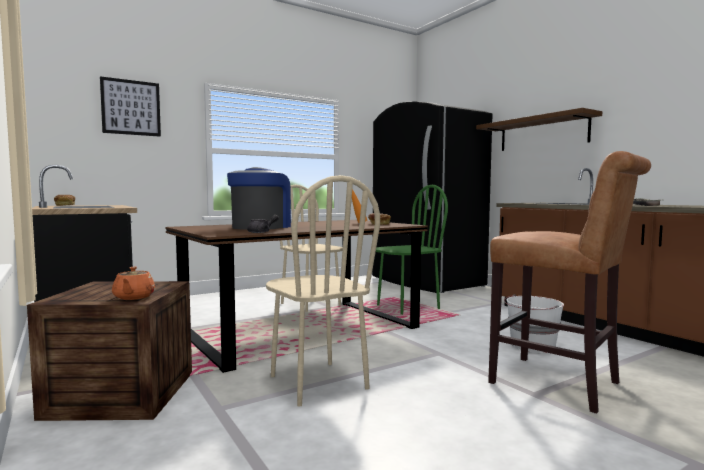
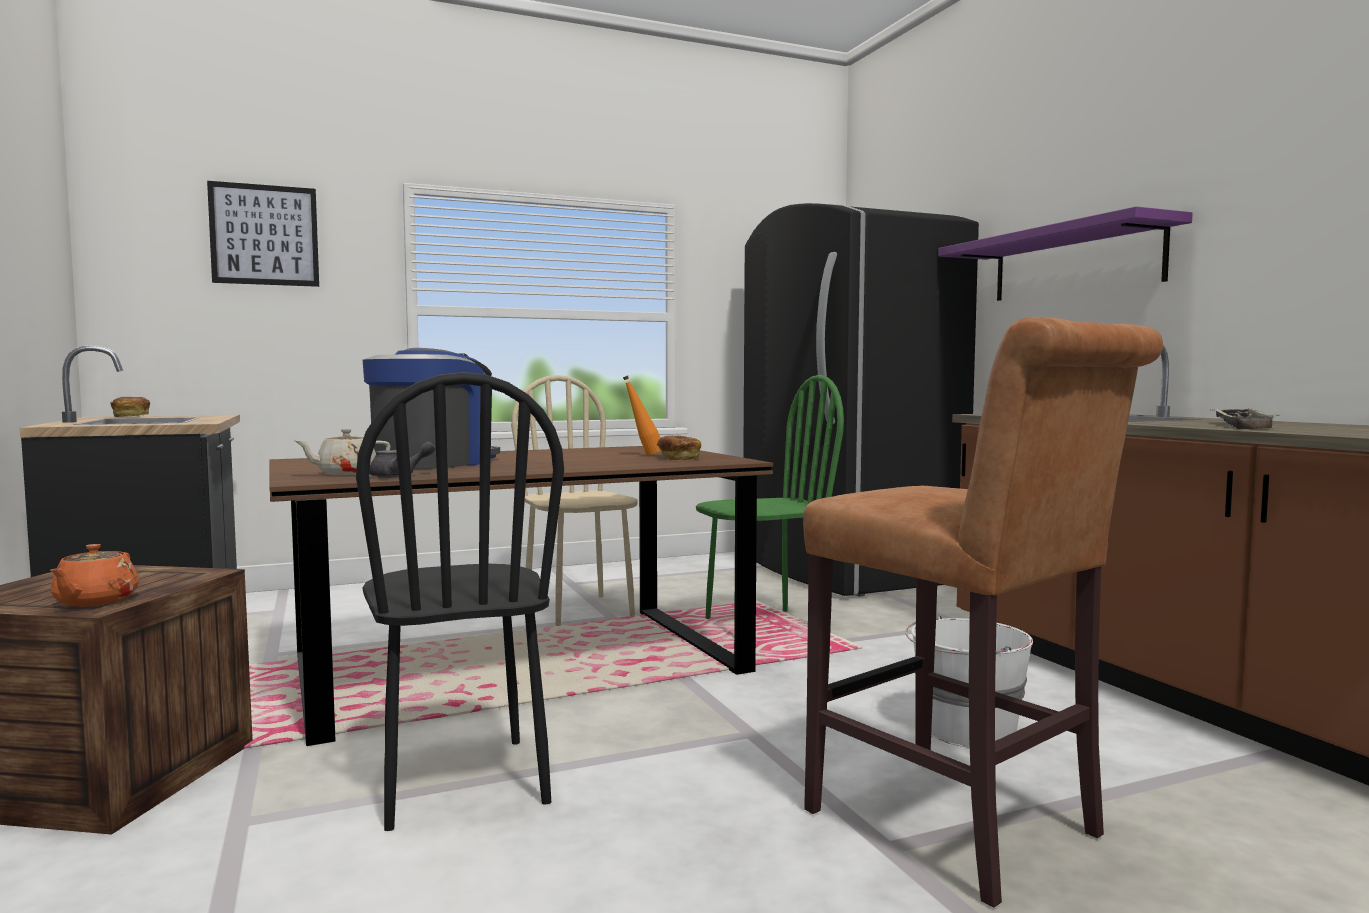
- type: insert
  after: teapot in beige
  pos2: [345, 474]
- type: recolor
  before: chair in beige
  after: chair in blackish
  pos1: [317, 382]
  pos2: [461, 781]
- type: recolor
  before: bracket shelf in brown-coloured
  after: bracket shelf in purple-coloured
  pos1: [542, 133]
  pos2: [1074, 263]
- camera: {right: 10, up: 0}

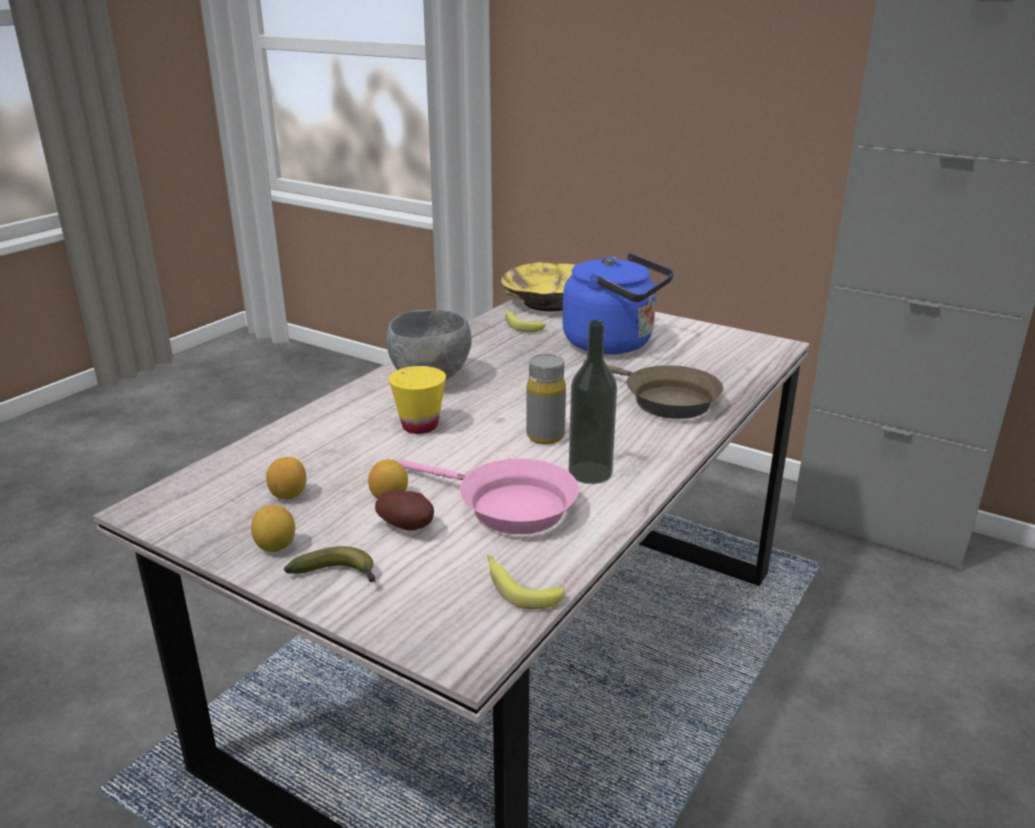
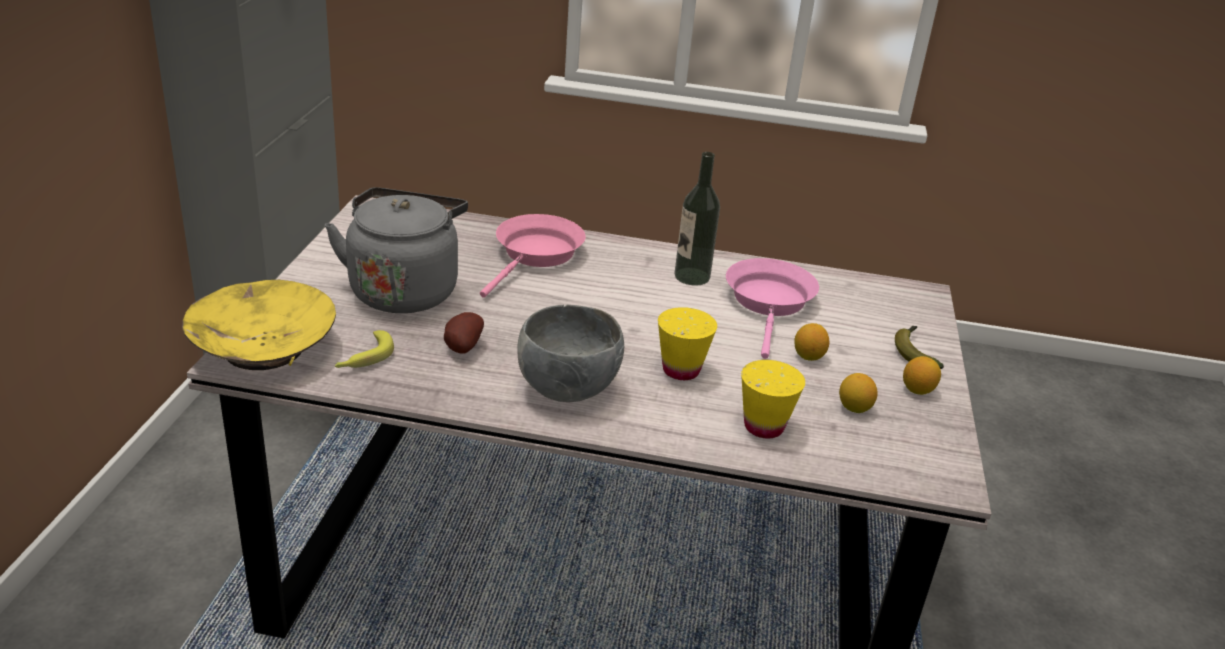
- type: delete
  before: whole banana
  pos1: [518, 587]
- type: delete
  before: bottle in grey
  pos1: [545, 436]
- type: insert
  after: drinking cup in yellow
  pos2: [763, 427]
- type: move
  before: whole potato
  pos1: [408, 527]
  pos2: [461, 347]
- type: recolor
  before: tea kettle in bluish
  after: tea kettle in grey
  pos1: [614, 344]
  pos2: [404, 290]
- type: recolor
  before: frying pan in brown-coloured
  after: frying pan in pink-coloured
  pos1: [664, 400]
  pos2: [536, 255]
- camera: {right: -115, up: 5}

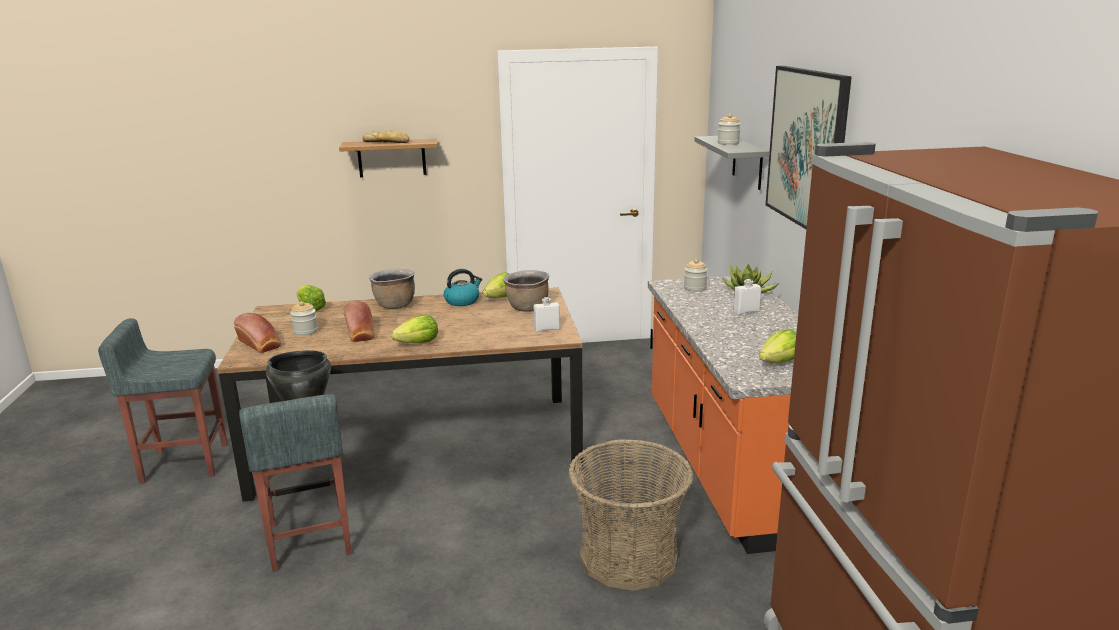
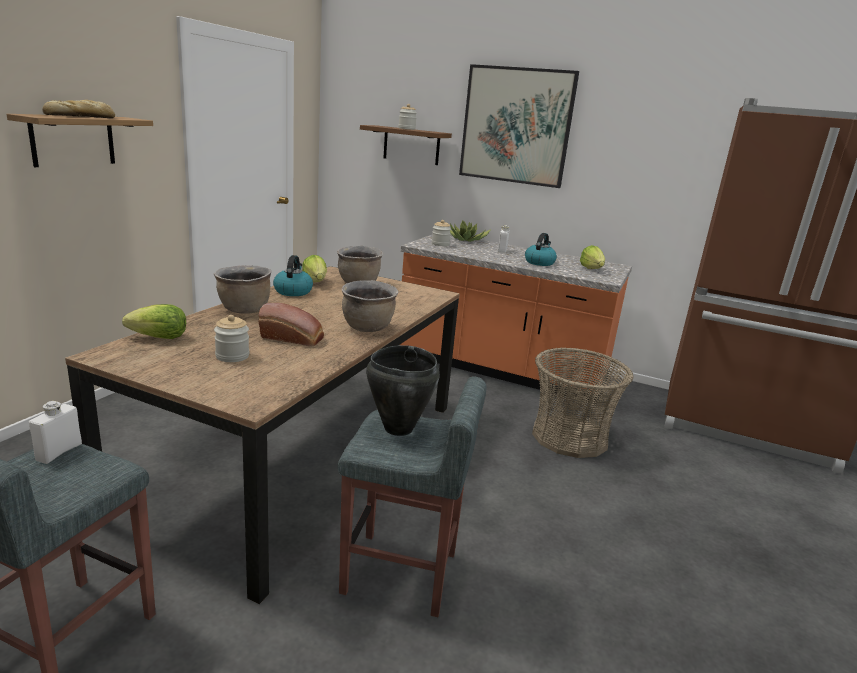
- type: delete
  before: baked bread
  pos1: [260, 344]
- type: insert
  after: tea kettle
  pos2: [539, 262]
- type: move
  before: bottle in white-coloured
  pos1: [547, 329]
  pos2: [59, 452]
- type: replace
  before: lettuce
  after: saucepot in brown-coloured
  pos1: [418, 343]
  pos2: [368, 328]
- type: recolor
  before: bracket shelf in grey
  after: bracket shelf in brown-coloured
  pos1: [747, 162]
  pos2: [411, 145]
- camera: {right: -60, up: 0}

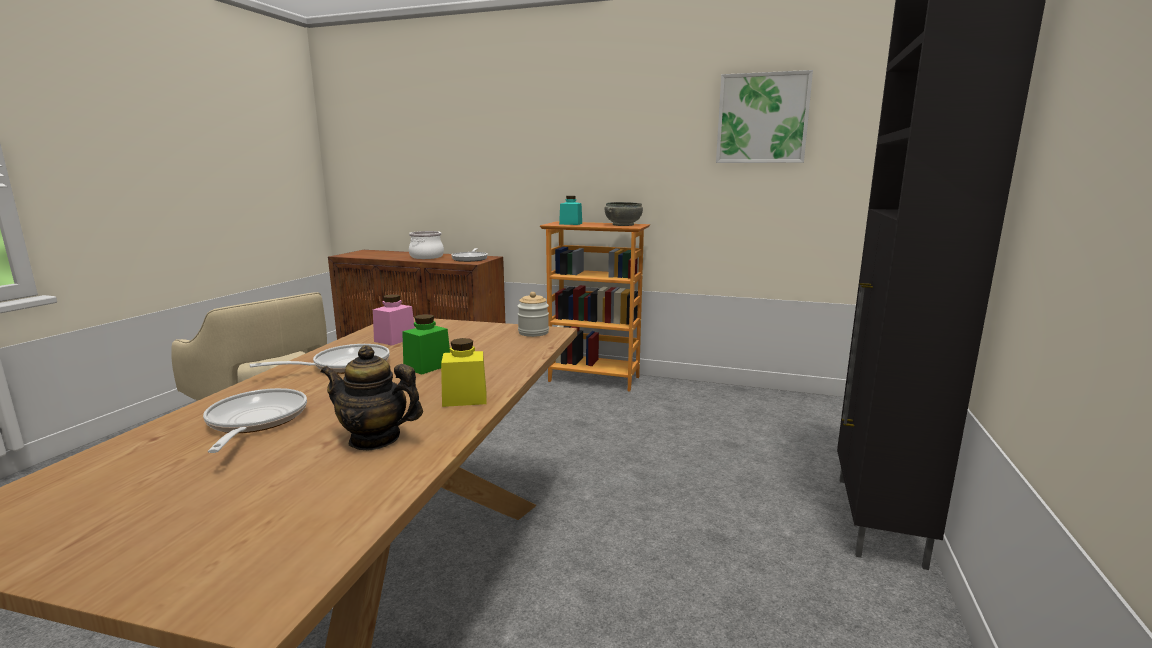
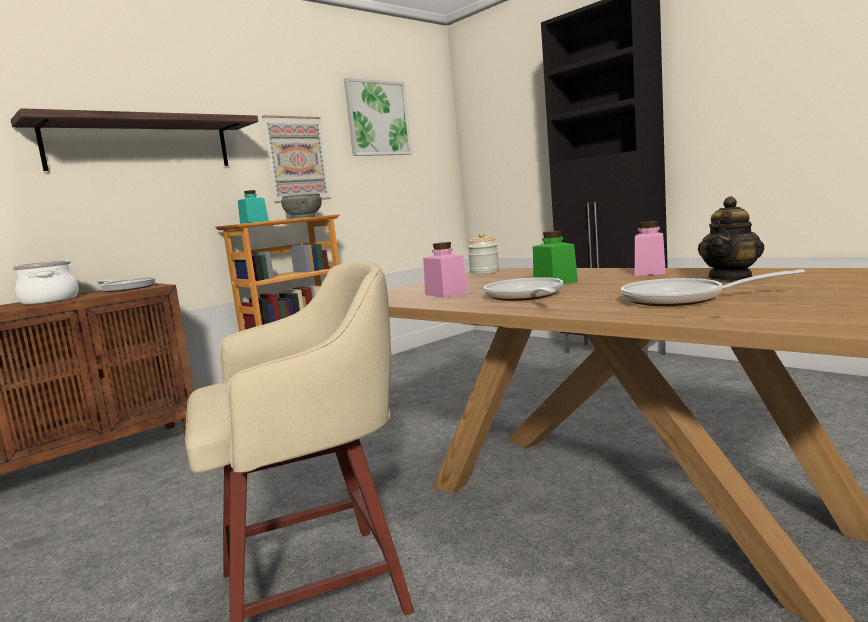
- type: insert
  after: bracket shelf
  pos2: [140, 145]
- type: insert
  after: wall picture
  pos2: [296, 159]
- type: recolor
  before: jar in yellow
  after: jar in pink-coloured
  pos1: [465, 398]
  pos2: [650, 272]
- camera: {right: -60, up: -5}

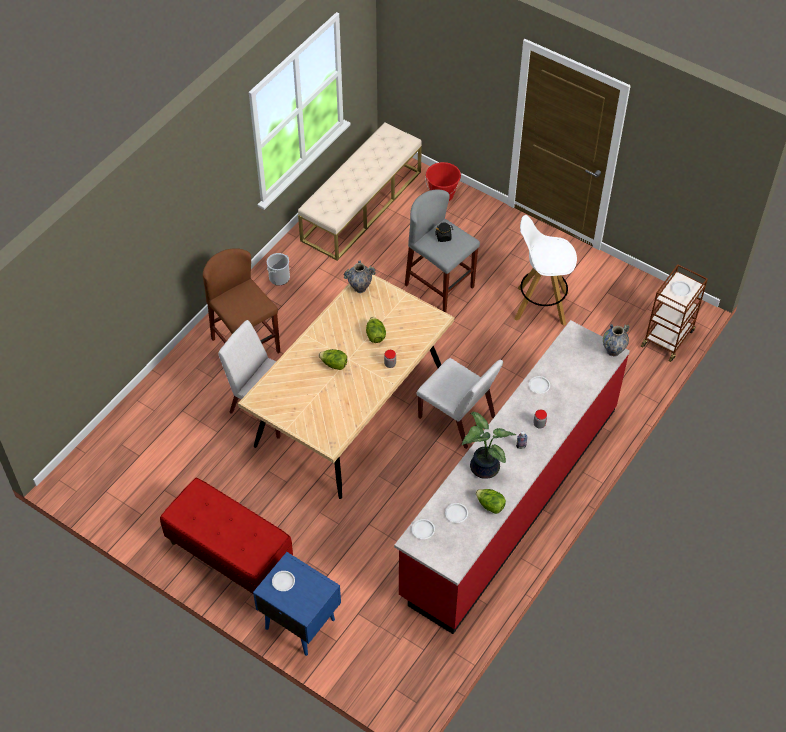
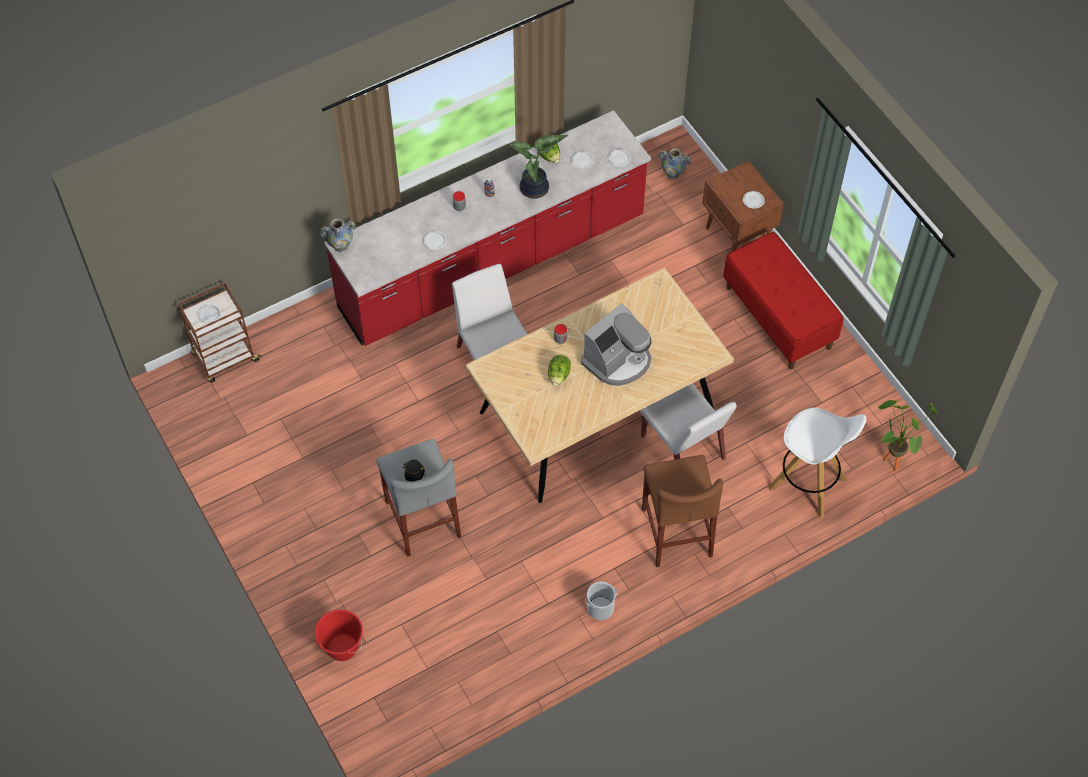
- type: delete
  before: bench in beige
  pos1: [361, 205]
- type: insert
  after: plant in a pot
  pos2: [892, 458]
- type: move
  before: decorative vase
  pos1: [360, 288]
  pos2: [672, 174]
- type: move
  before: sitting stool in white-coloured
  pos1: [540, 305]
  pos2: [808, 484]
- type: replace
  before: lettuce
  after: coffee brewer
  pos1: [334, 364]
  pos2: [618, 361]
- type: recolor
  before: nightstand in bluish
  after: nightstand in brown-coloured
  pos1: [299, 622]
  pos2: [738, 236]
- camera: {right: -155, up: 5}

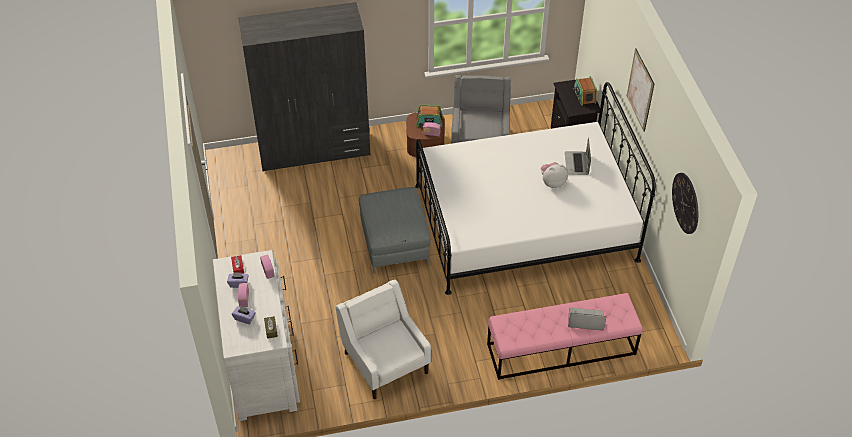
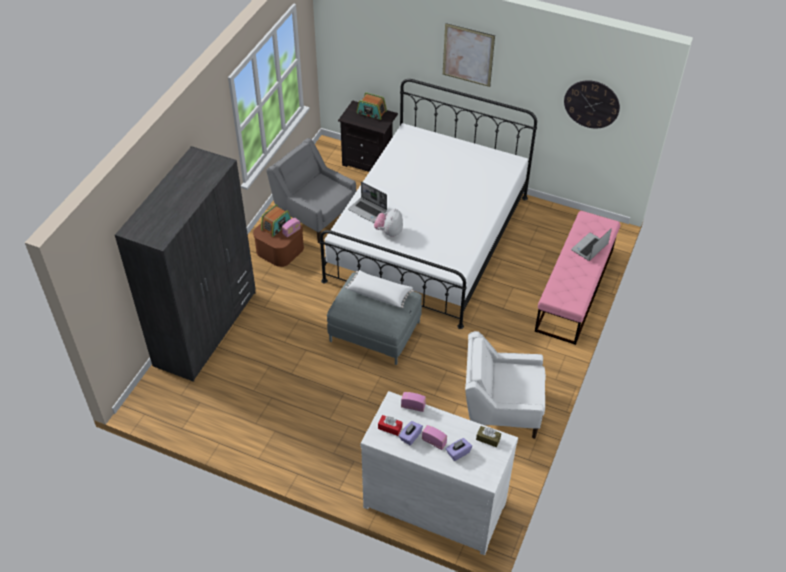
- type: insert
  after: cushion in white-coloured
  pos2: [379, 293]
- type: move
  before: soft toy
  pos1: [552, 182]
  pos2: [389, 232]
- type: move
  before: laptop
  pos1: [577, 164]
  pos2: [368, 210]
- camera: {right: -55, up: 0}

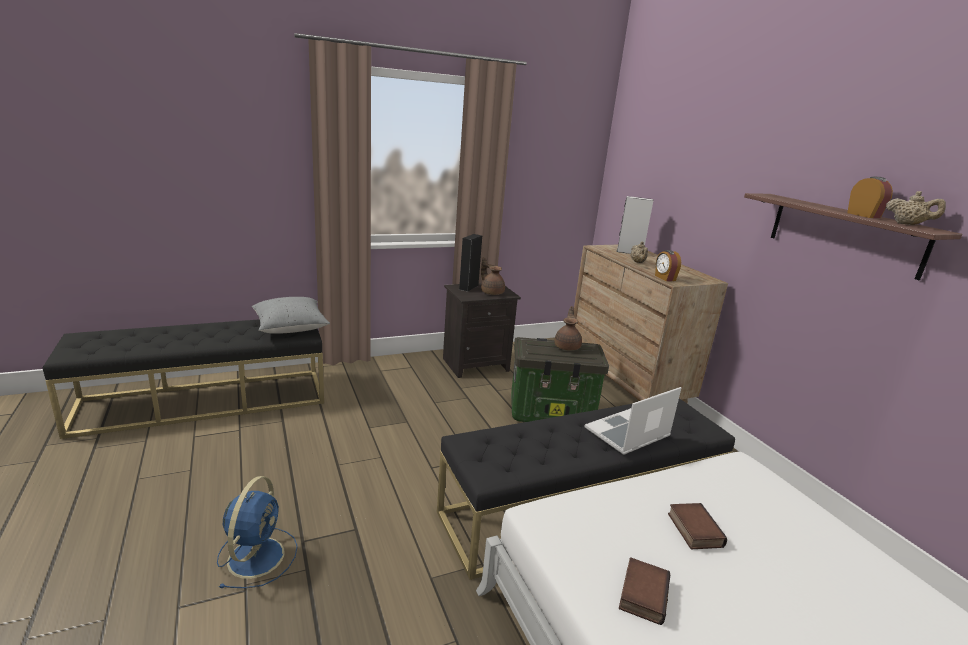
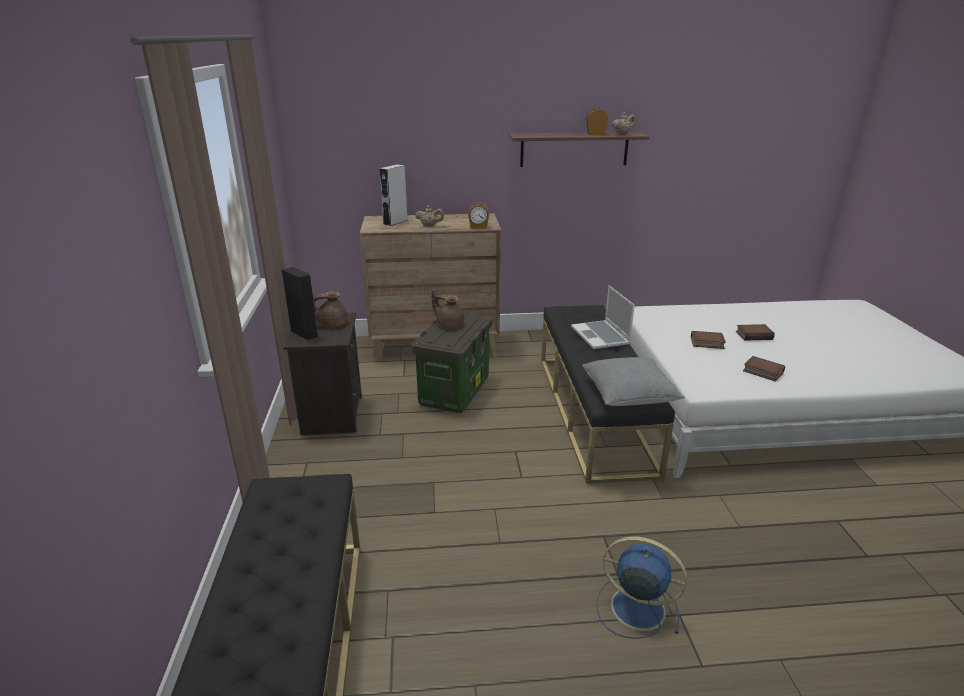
- type: insert
  after: book
  pos2: [754, 335]
- type: move
  before: cushion in grey
  pos1: [290, 328]
  pos2: [629, 395]
- camera: {right: -70, up: 5}

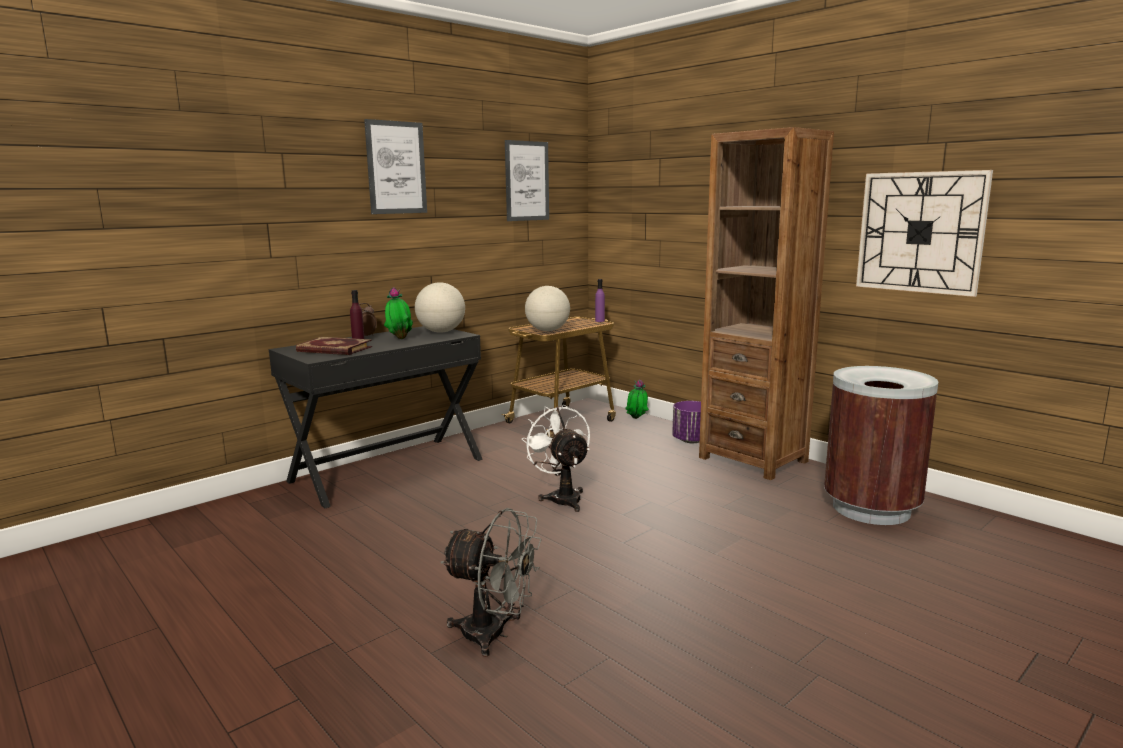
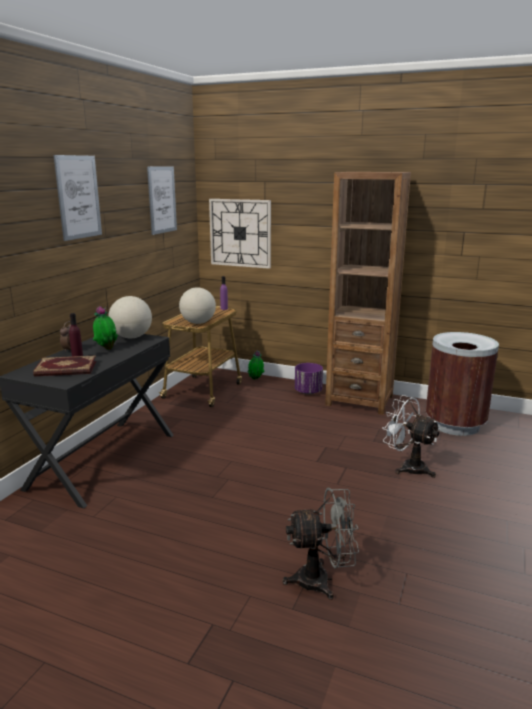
- type: move
  before: cooling fan in white-coloured
  pos1: [562, 497]
  pos2: [407, 467]
- type: move
  before: wall clock
  pos1: [920, 232]
  pos2: [240, 233]
- camera: {right: -25, up: 5}

